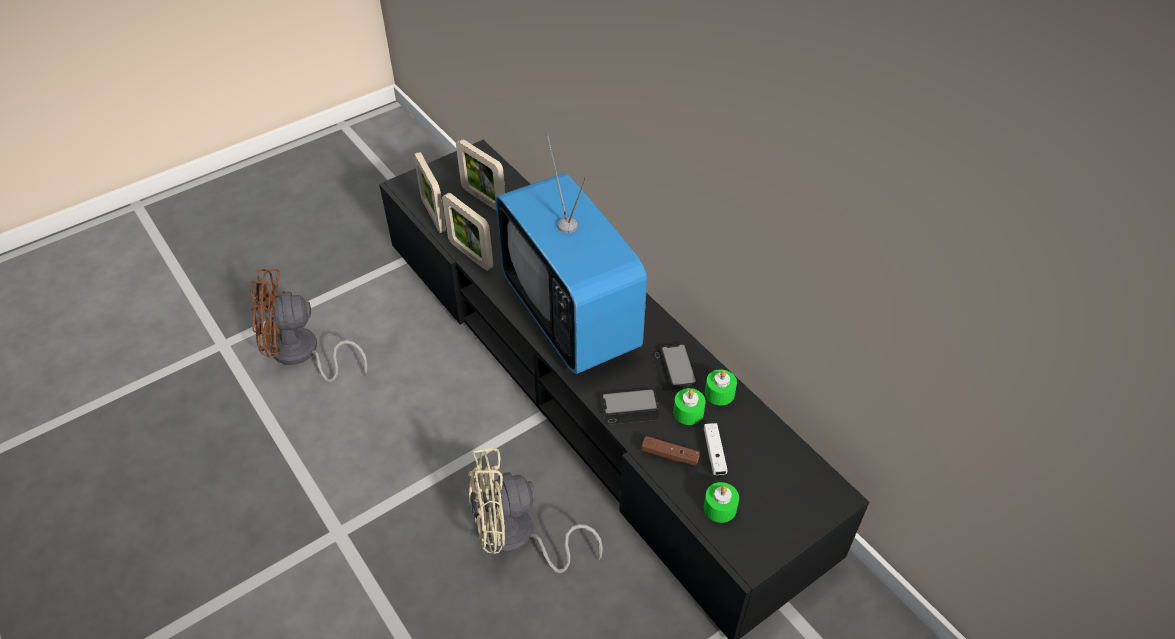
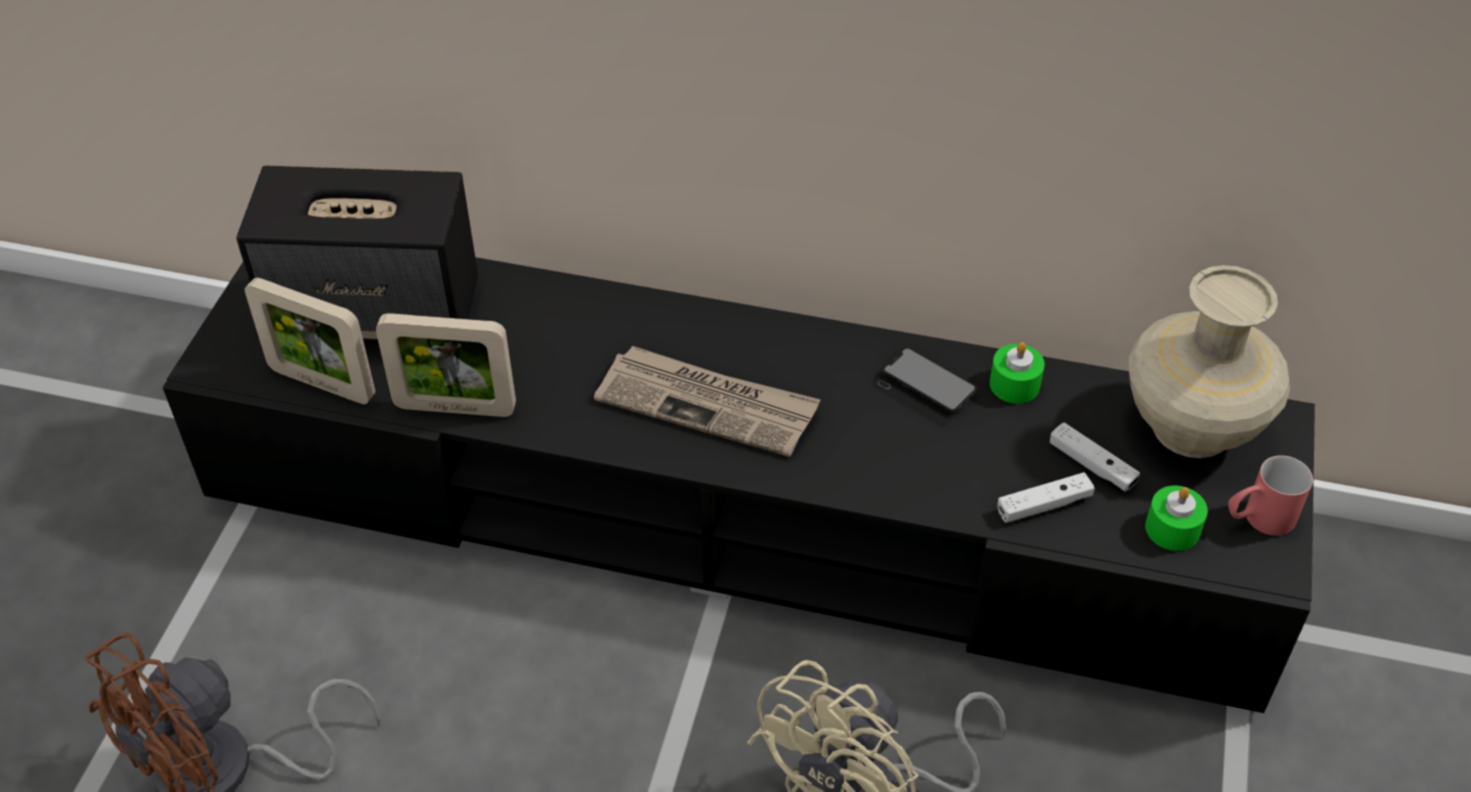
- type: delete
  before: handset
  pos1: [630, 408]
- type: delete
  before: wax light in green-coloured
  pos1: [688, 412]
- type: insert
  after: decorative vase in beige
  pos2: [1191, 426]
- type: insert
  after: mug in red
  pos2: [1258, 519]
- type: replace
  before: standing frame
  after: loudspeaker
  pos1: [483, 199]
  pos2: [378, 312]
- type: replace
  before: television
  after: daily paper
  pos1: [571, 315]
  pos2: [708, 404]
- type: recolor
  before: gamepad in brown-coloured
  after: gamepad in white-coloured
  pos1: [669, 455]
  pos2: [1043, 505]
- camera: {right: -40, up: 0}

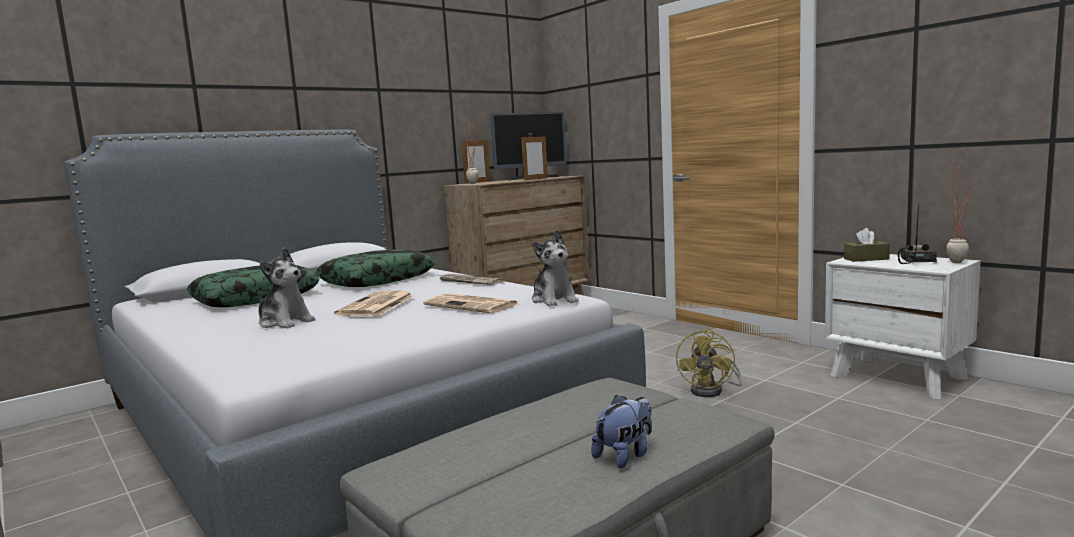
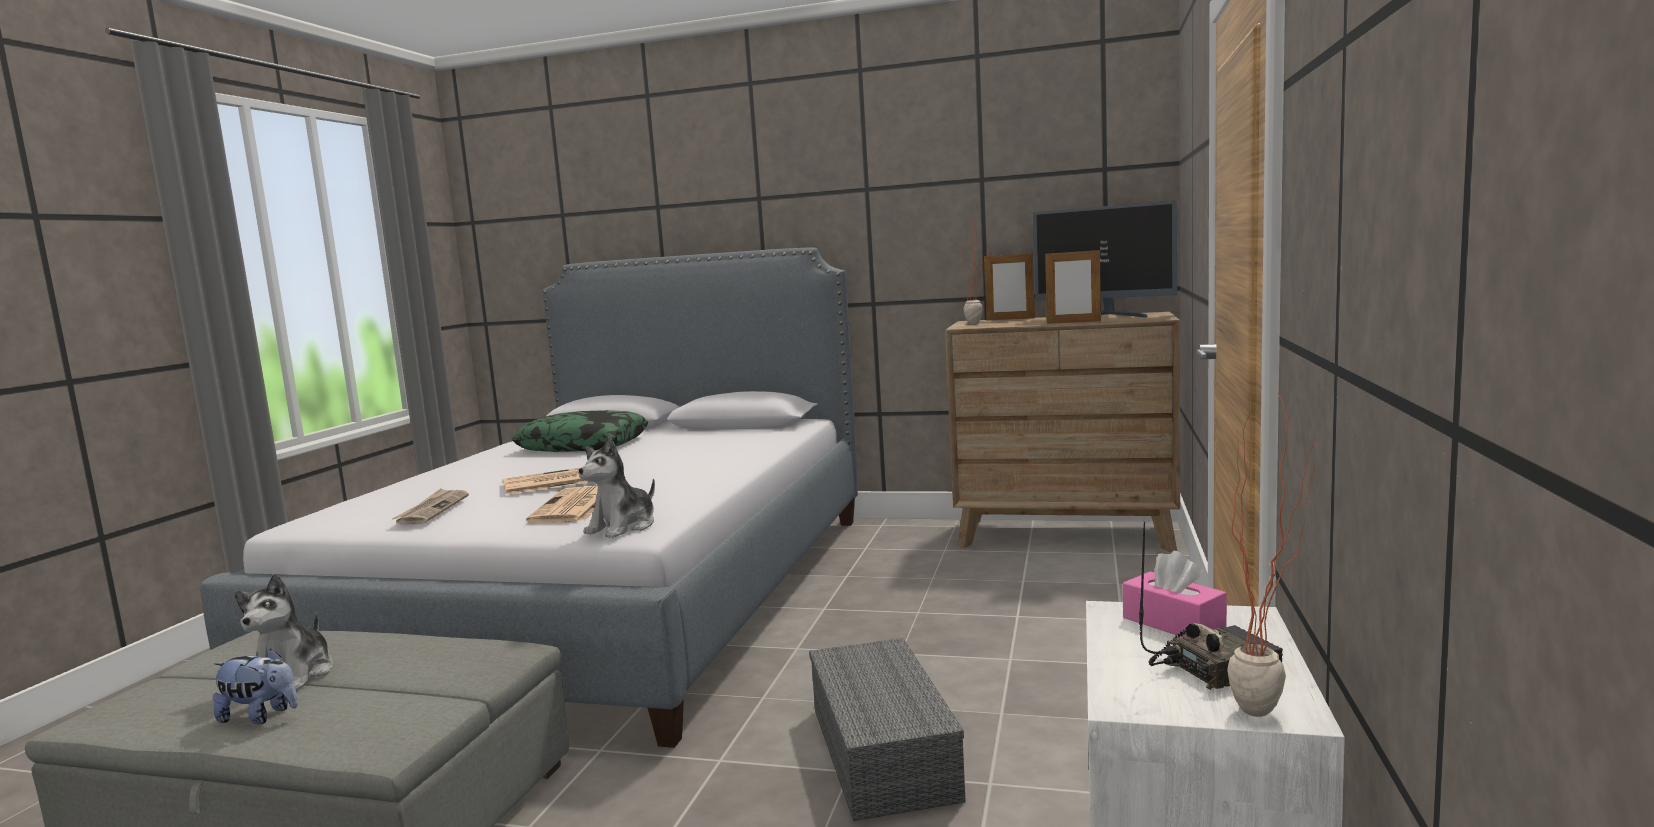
- type: delete
  before: cushion
  pos1: [377, 280]
- type: move
  before: soft toy
  pos1: [285, 322]
  pos2: [294, 676]
- type: move
  before: daily paper
  pos1: [468, 282]
  pos2: [432, 509]
- type: replace
  before: cooling fan in yellow
  after: storage bin in grey
  pos1: [712, 391]
  pos2: [885, 753]
- type: recolor
  before: box of tissues in brown-coloured
  after: box of tissues in pink-coloured
  pos1: [866, 259]
  pos2: [1173, 623]
- camera: {right: 55, up: 0}

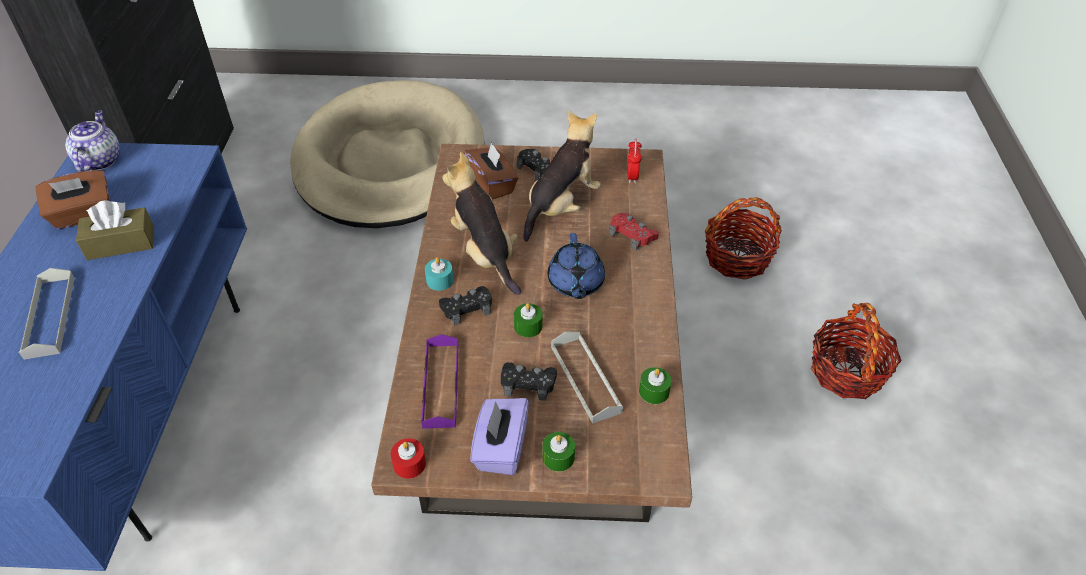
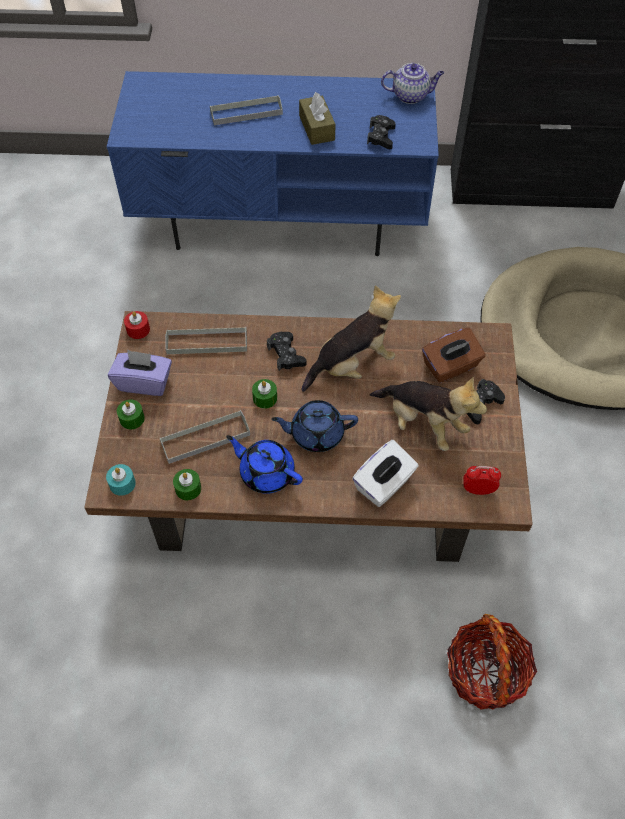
- type: delete
  before: box of tissues in brown-coloured
  pos1: [83, 215]
- type: delete
  before: storage basket
  pos1: [847, 372]
- type: insert
  after: teapot in bluish
  pos2: [266, 473]
- type: move
  before: wax light in turquoise-coloured
  pos1: [440, 280]
  pos2: [122, 484]
- type: move
  before: gamepad in blackish
  pos1: [528, 384]
  pos2: [381, 137]
- type: replace
  before: gamepad in red
  after: box of tissues in white-coloured
  pos1: [632, 235]
  pos2: [384, 484]
- type: recolor
  before: serving tray in purple-coloured
  after: serving tray in grey
  pos1: [441, 385]
  pos2: [207, 343]
- camera: {right: 90, up: 10}

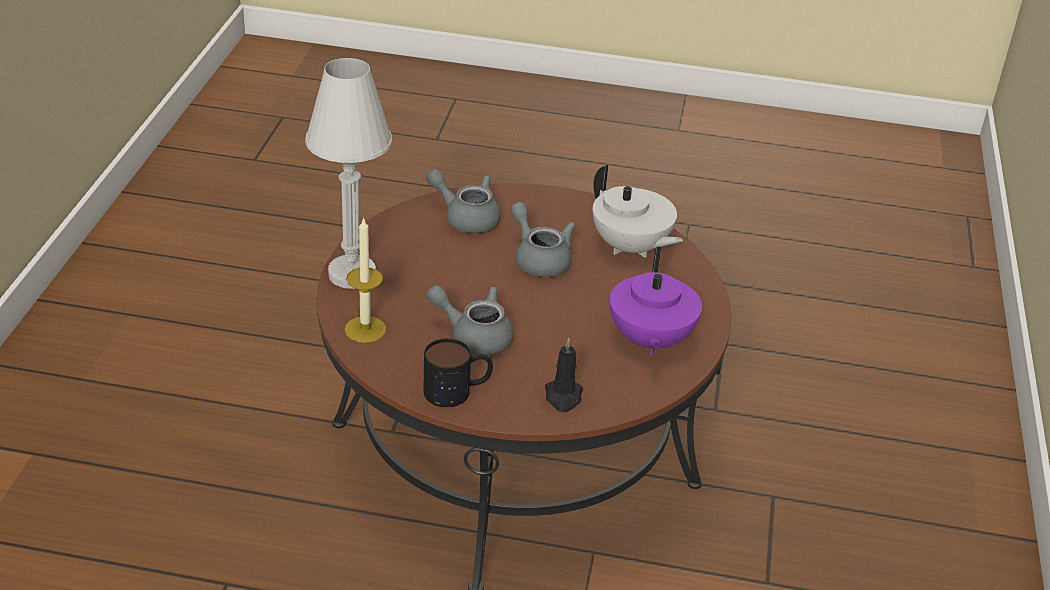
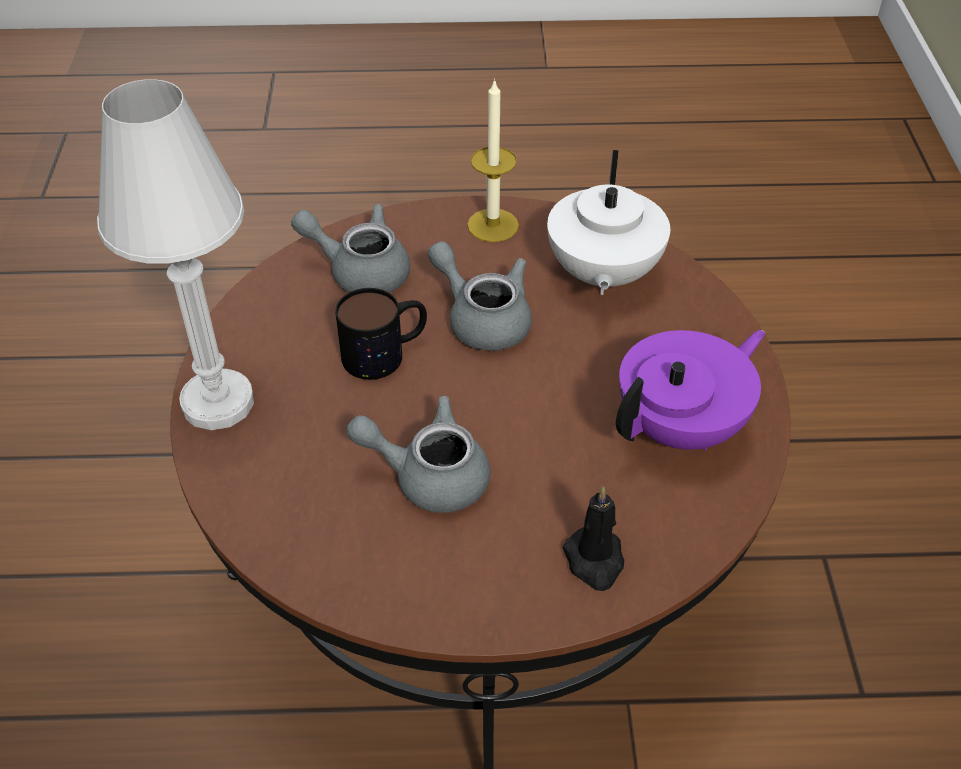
- type: move
  before: wax light
  pos1: [365, 329]
  pos2: [493, 225]
- type: move
  before: mug
  pos1: [457, 390]
  pos2: [386, 352]
- type: rotate
  before: teapot in white-coloured
  pos1: [630, 248]
  pos2: [602, 275]
  turn: 60
- type: rotate
  before: teapot in purple-coloured
  pos1: [649, 340]
  pos2: [683, 427]
  turn: -120
- camera: {right: -10, up: 10}

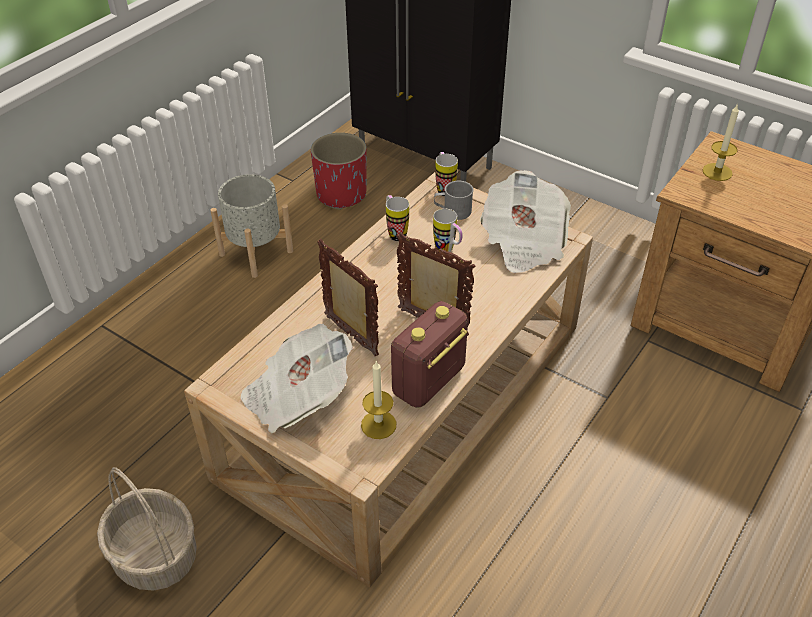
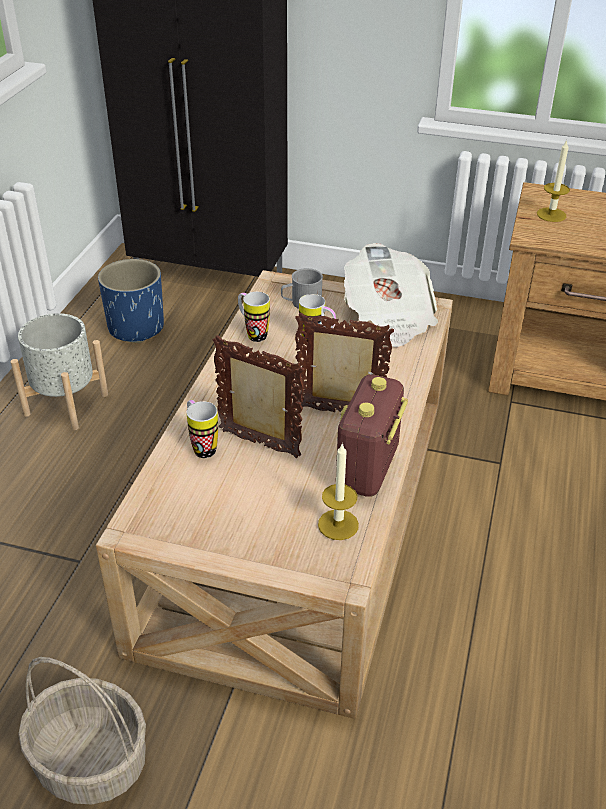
- type: delete
  before: daily paper
  pos1: [297, 397]
- type: move
  before: mug
  pos1: [444, 188]
  pos2: [201, 446]
- type: recolor
  before: plant pot in red
  after: plant pot in bluish
  pos1: [341, 194]
  pos2: [136, 328]
- camera: {right: -20, up: -5}

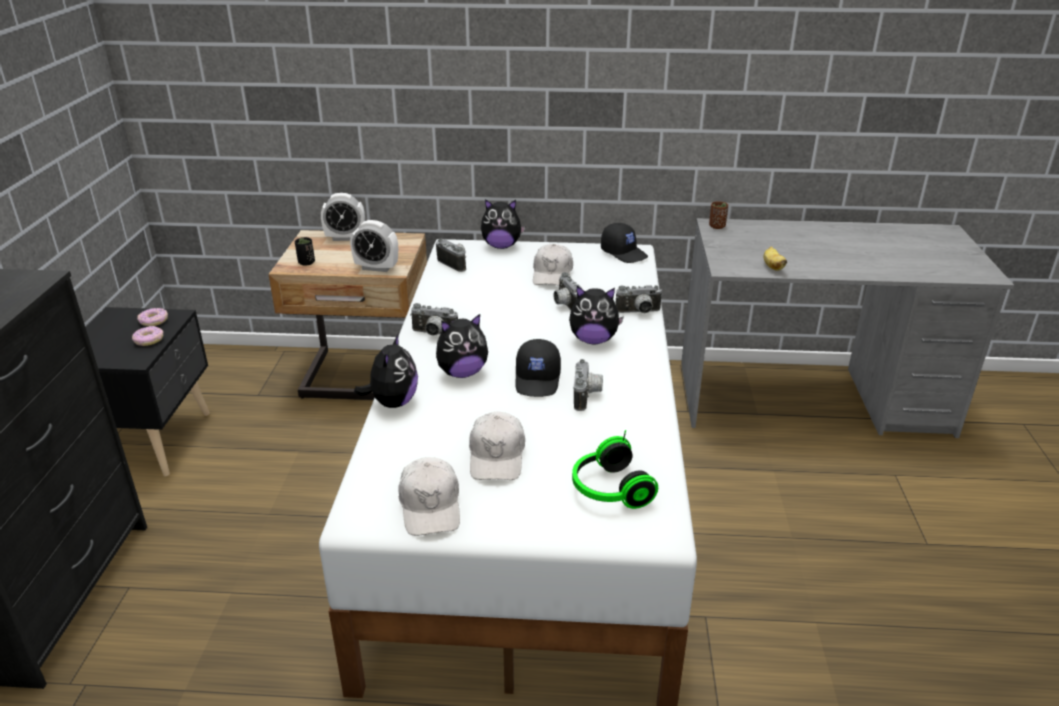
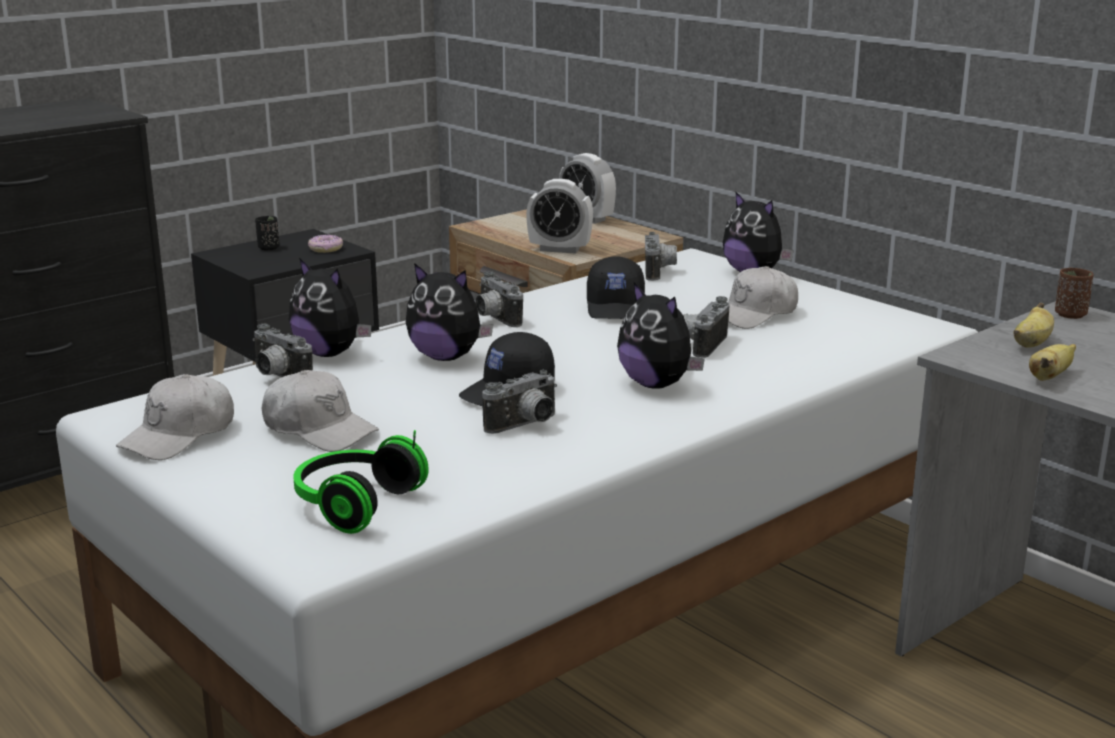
- type: delete
  before: donut
  pos1: [148, 340]
- type: insert
  after: whole banana
  pos2: [1031, 344]
- type: move
  before: drinking cup in blackish
  pos1: [306, 262]
  pos2: [268, 248]
- type: move
  before: peaked cap in blackish
  pos1: [624, 253]
  pos2: [616, 308]
- type: move
  before: photo camera
  pos1: [638, 312]
  pos2: [277, 377]
- type: rotate
  before: table clock
  pos1: [376, 268]
  pos2: [559, 249]
  turn: -45
- type: rotate
  before: soft toy
  pos1: [392, 402]
  pos2: [330, 353]
  turn: 75
- type: rotate
  before: peaked cap in white-coloured
  pos1: [497, 456]
  pos2: [319, 430]
  turn: -105
- camera: {right: 45, up: -10}

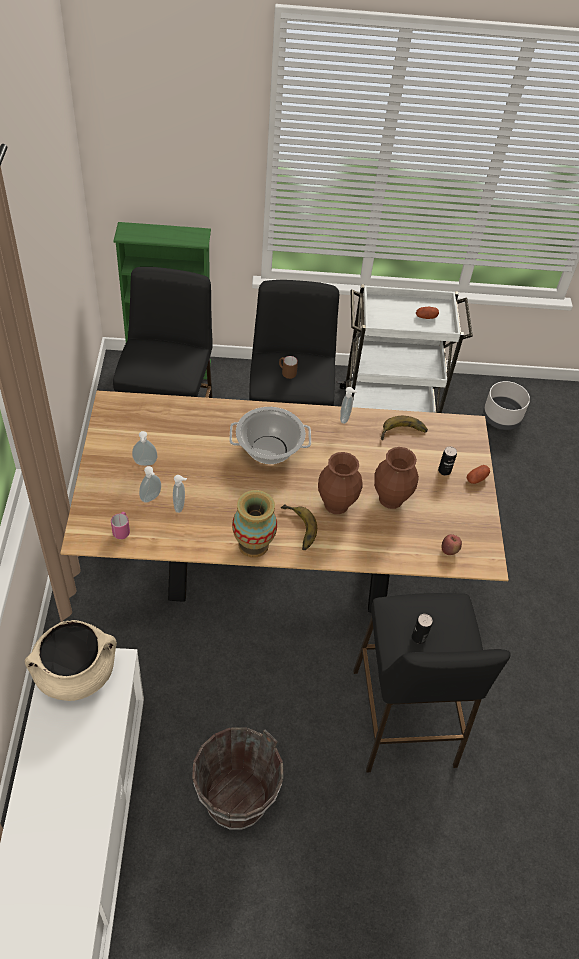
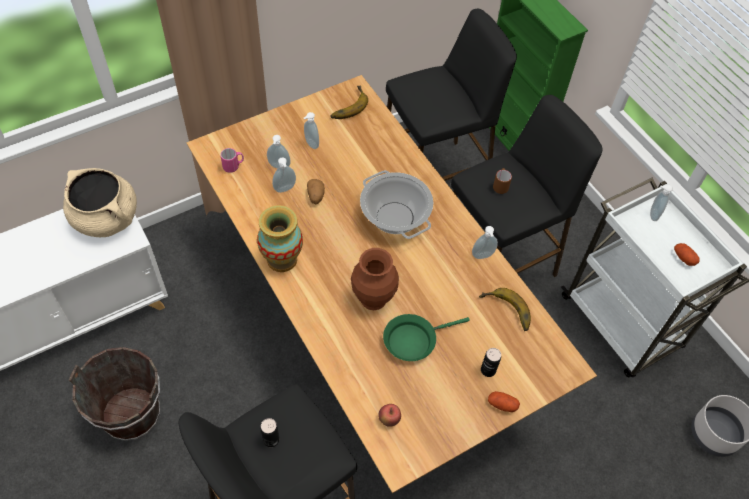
- type: insert
  after: whole potato
  pos2: [315, 196]
- type: insert
  after: liquid soap bottle
  pos2: [652, 214]
- type: move
  before: whole banana
  pos1: [296, 529]
  pos2: [347, 105]
- type: replace
  before: decorative vase in brown-coloured
  after: frying pan in green-coloured
  pos1: [390, 499]
  pos2: [413, 340]
- camera: {right: 60, up: 5}

